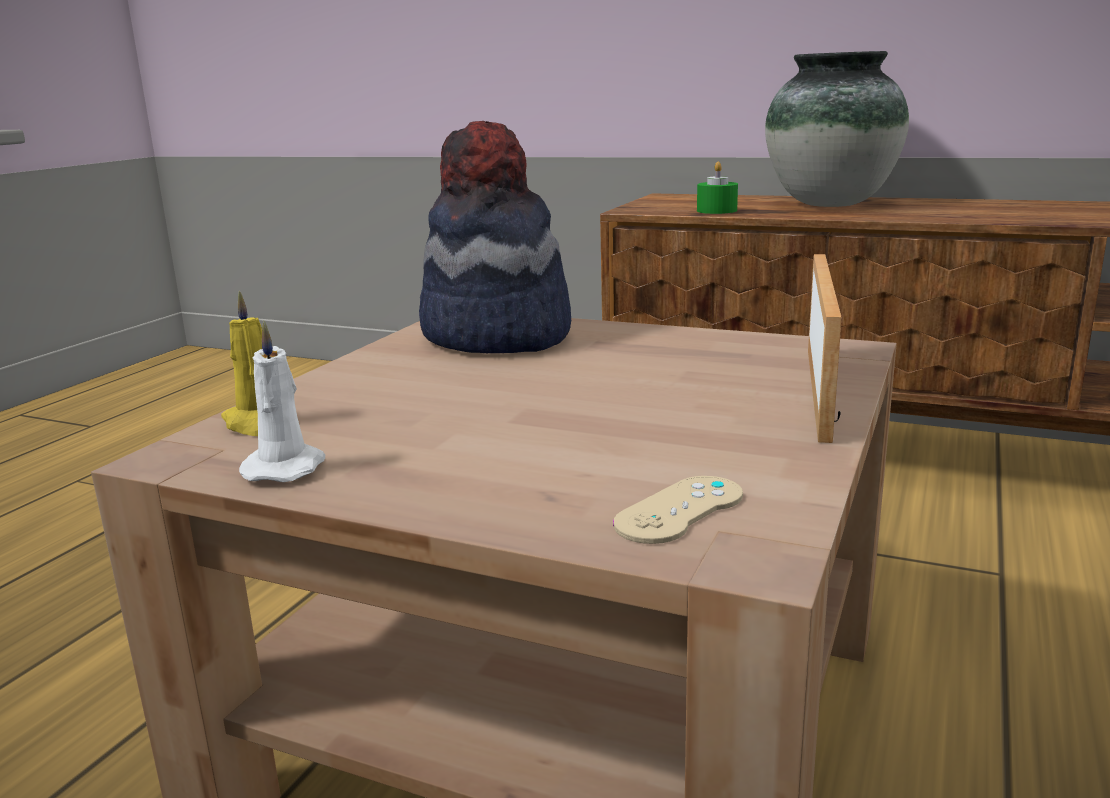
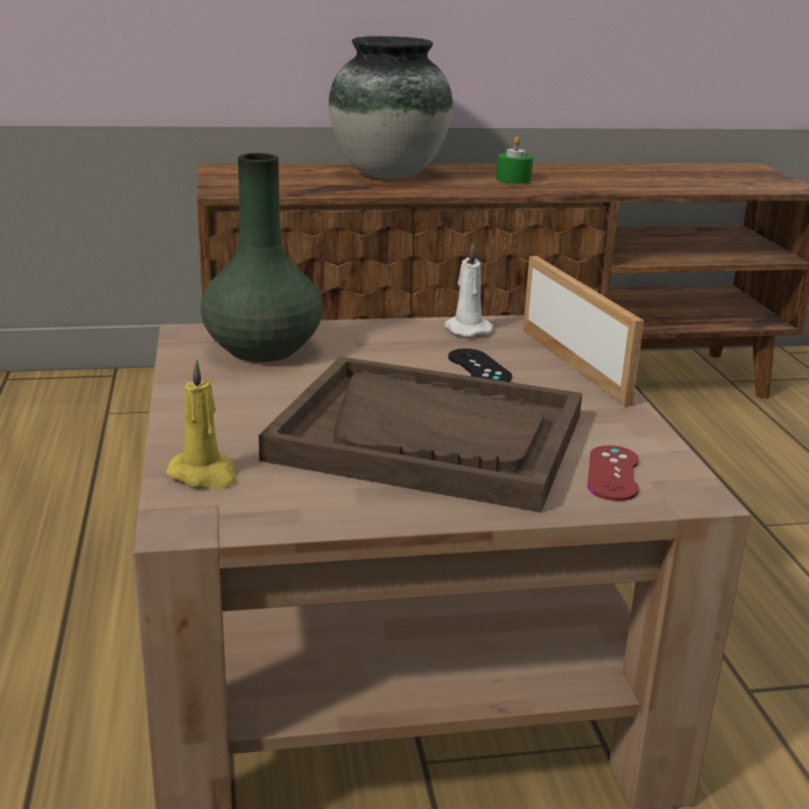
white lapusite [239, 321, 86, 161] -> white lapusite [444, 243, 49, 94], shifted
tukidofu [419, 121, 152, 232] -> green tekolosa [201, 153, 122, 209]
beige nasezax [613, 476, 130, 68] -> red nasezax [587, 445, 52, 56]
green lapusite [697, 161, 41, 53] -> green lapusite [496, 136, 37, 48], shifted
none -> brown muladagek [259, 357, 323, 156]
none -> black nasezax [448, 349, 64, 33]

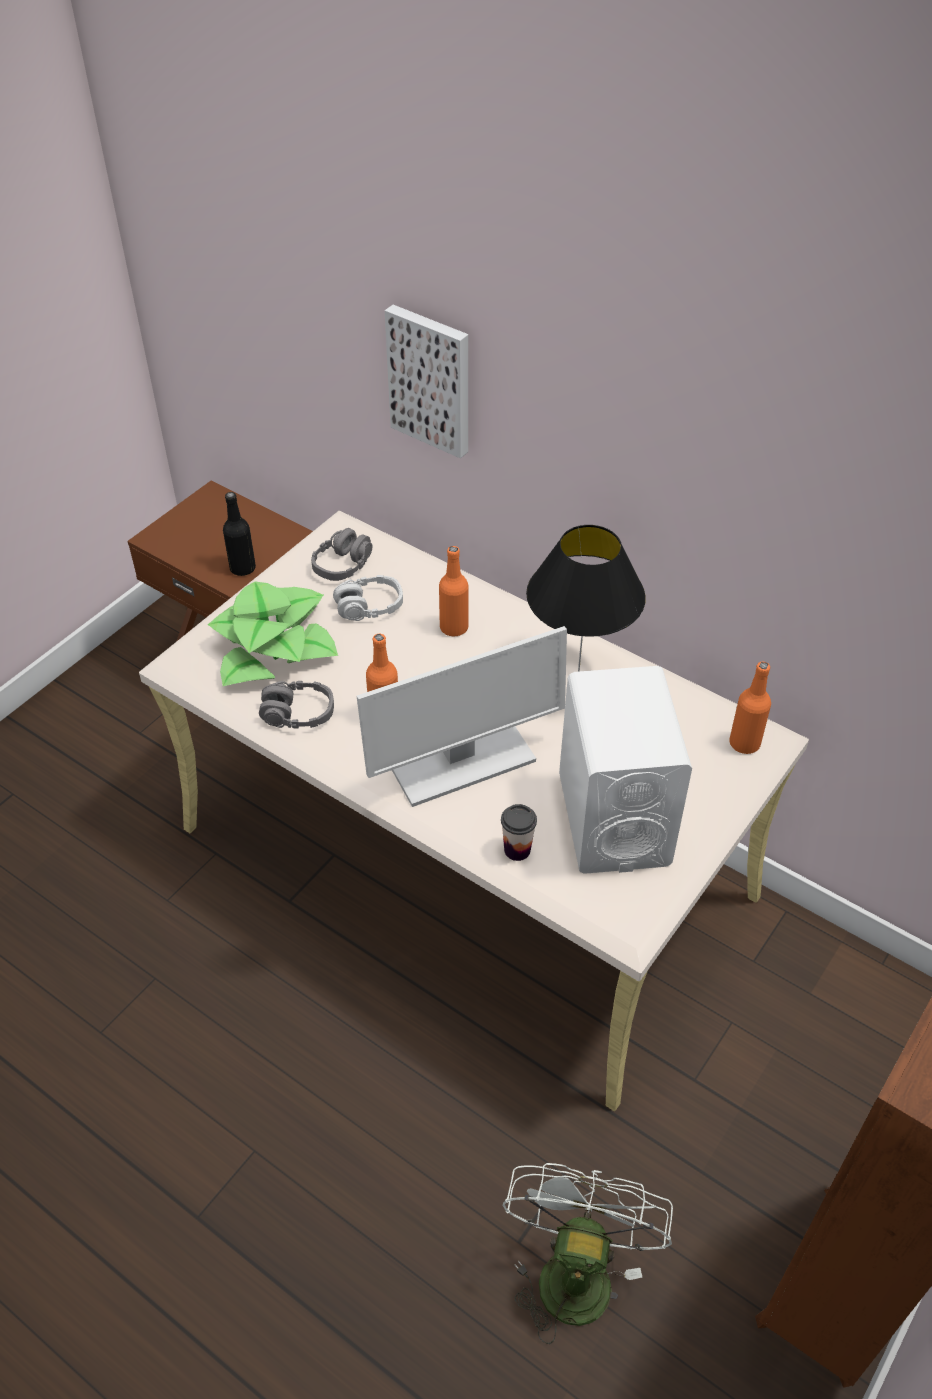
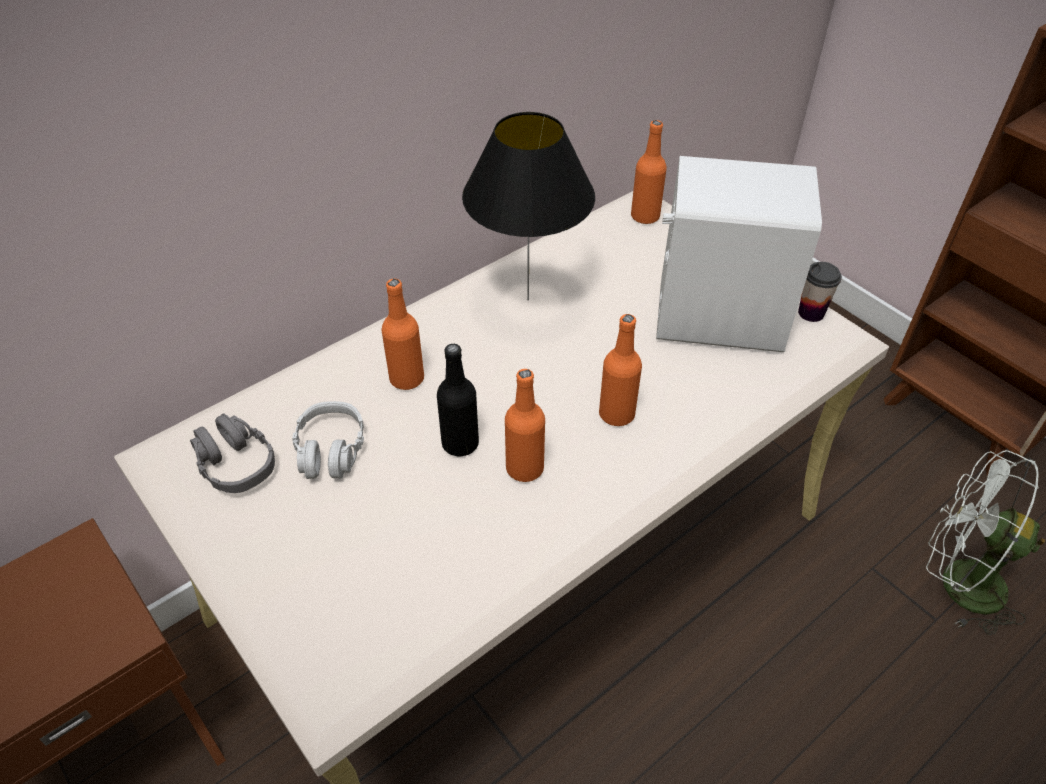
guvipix [208, 582, 130, 104] -> none
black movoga [223, 492, 33, 84] -> black movoga [437, 344, 42, 112], shifted
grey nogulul [259, 681, 75, 48] -> none
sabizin [357, 626, 210, 181] -> orange movoga [599, 314, 43, 112]
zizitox [385, 305, 83, 154] -> none
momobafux [501, 804, 36, 57] -> momobafux [798, 262, 44, 60], shifted

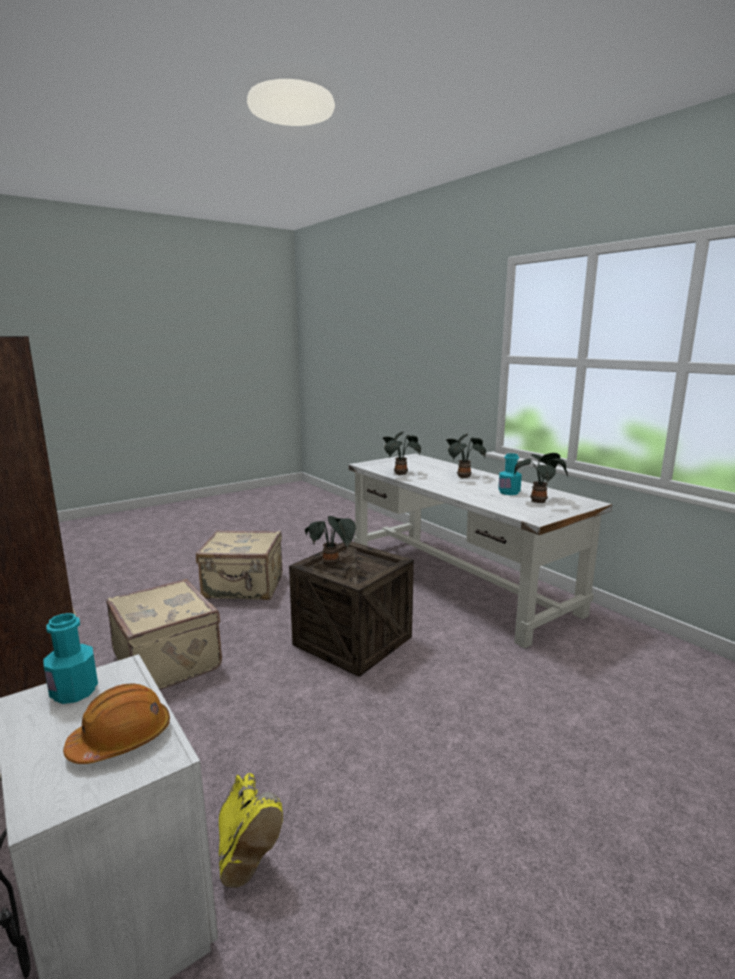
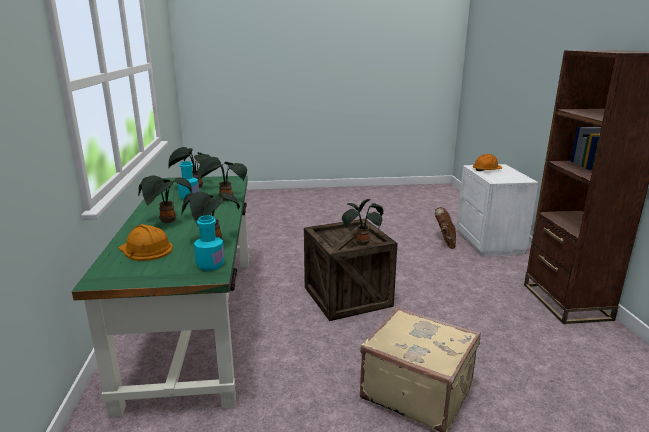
turquoise movoga [44, 613, 54, 91] -> turquoise movoga [194, 215, 31, 56], shifted
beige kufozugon [106, 579, 116, 111] -> none
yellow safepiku [219, 773, 64, 115] -> brown safepiku [435, 207, 21, 42]
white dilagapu [349, 454, 263, 195] -> green dilagapu [72, 176, 177, 242]
none -> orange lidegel [119, 224, 54, 37]
none -> guvipix [198, 157, 49, 44]

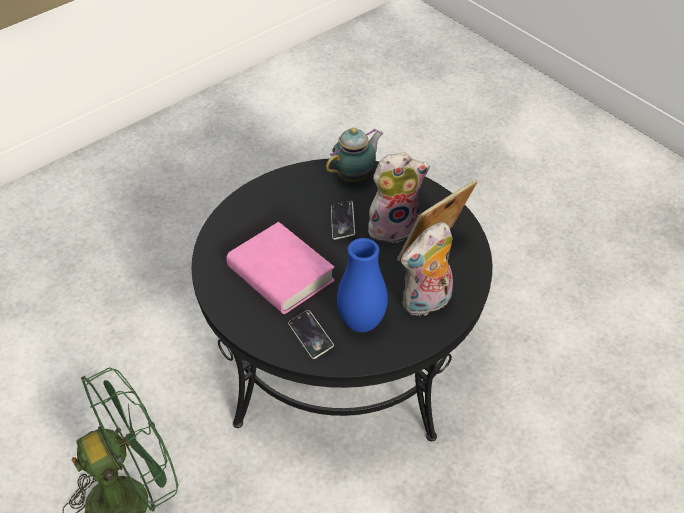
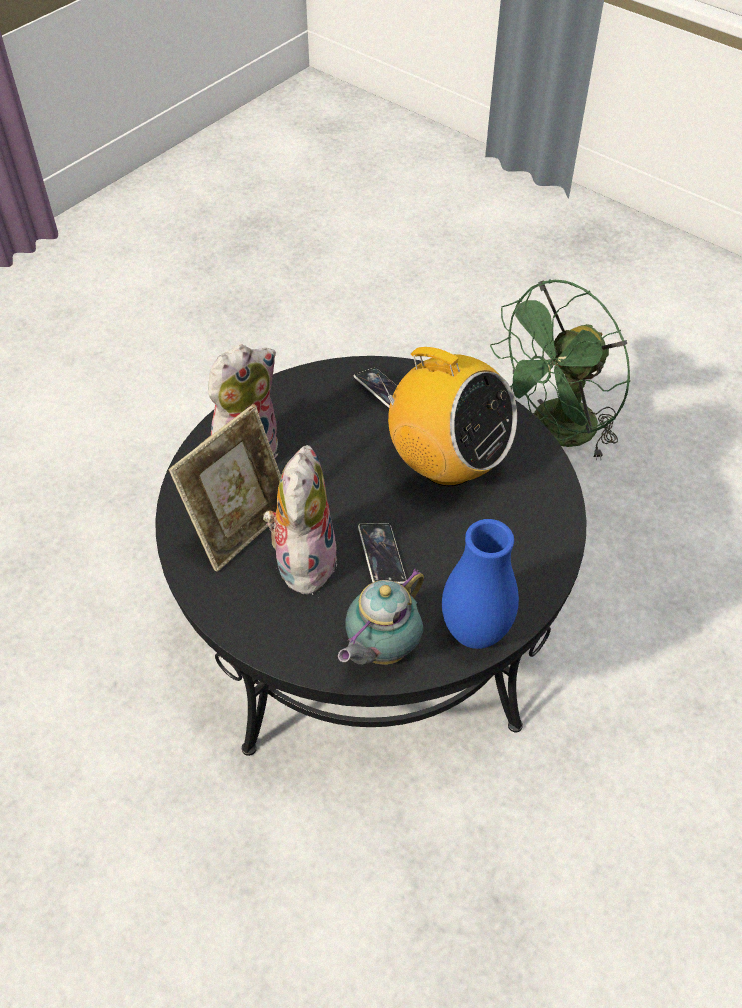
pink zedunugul [226, 222, 109, 92] -> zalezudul [377, 347, 140, 139]
blue tekolosa [337, 238, 51, 94] -> blue tekolosa [442, 519, 77, 130], shifted
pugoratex [368, 152, 62, 91] -> pugoratex [263, 445, 74, 153], 120 degrees clockwise

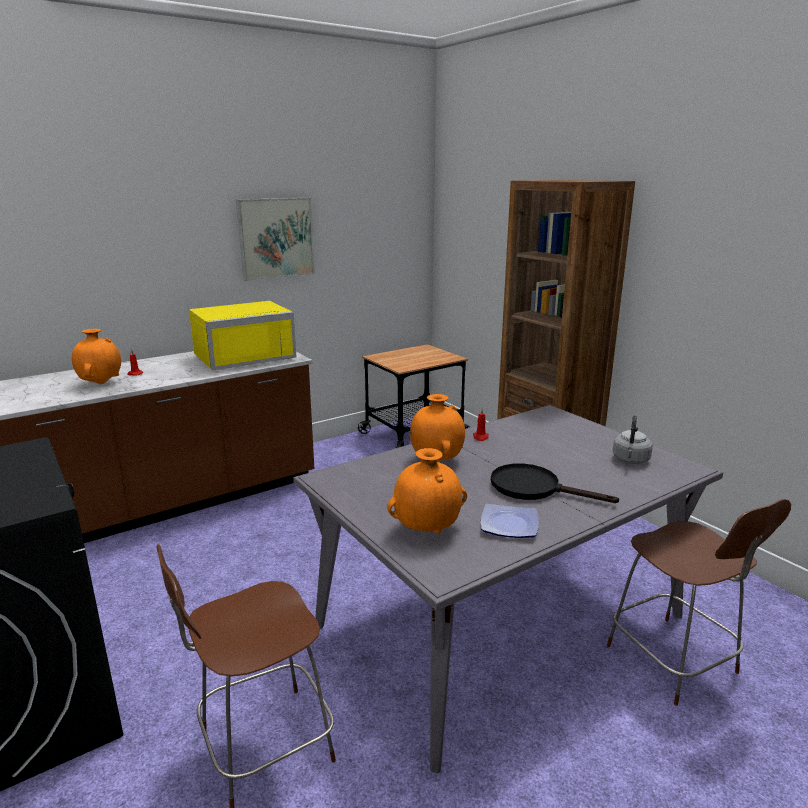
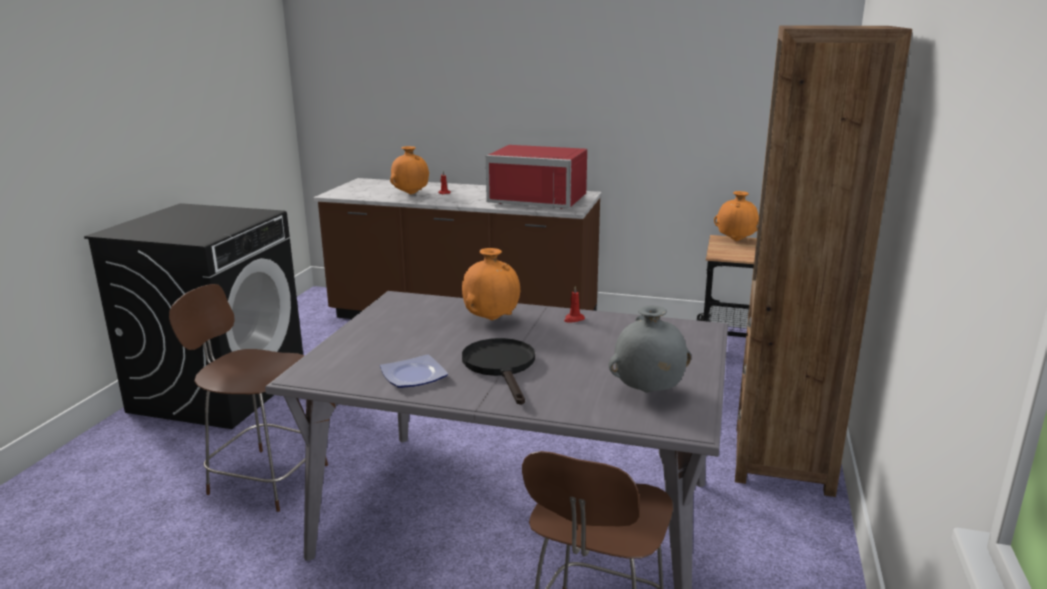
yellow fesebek [189, 301, 107, 69] -> red fesebek [486, 145, 101, 64]
zizitox [236, 198, 79, 83] -> none
orange tekolosa [387, 448, 80, 85] -> orange tekolosa [714, 191, 45, 50], shifted
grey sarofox [613, 415, 40, 49] -> grey tekolosa [609, 305, 82, 88]

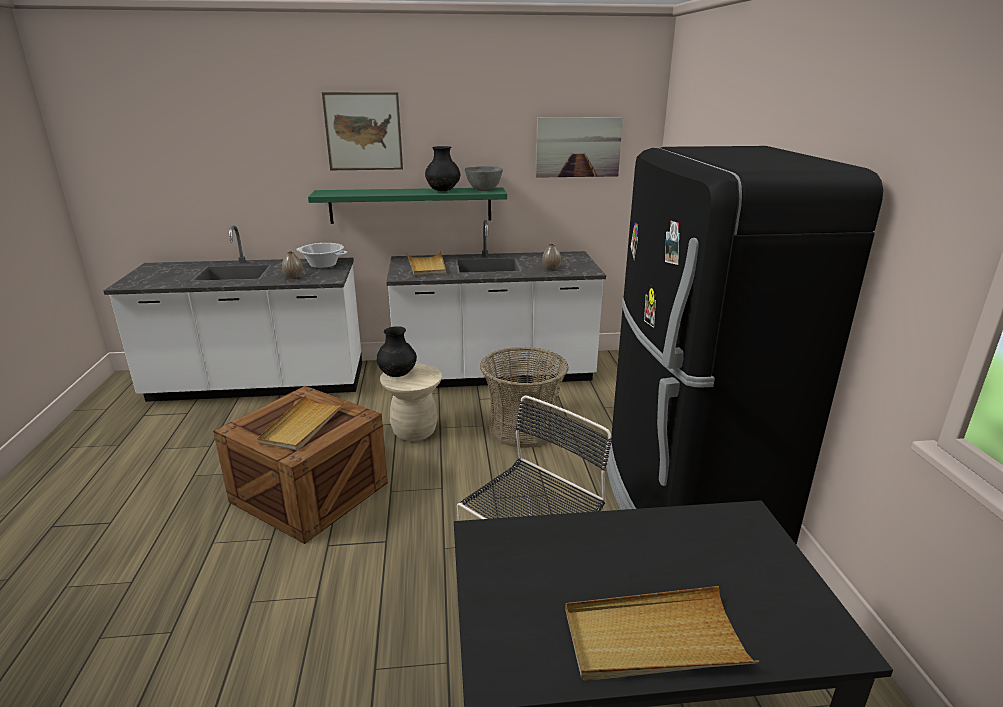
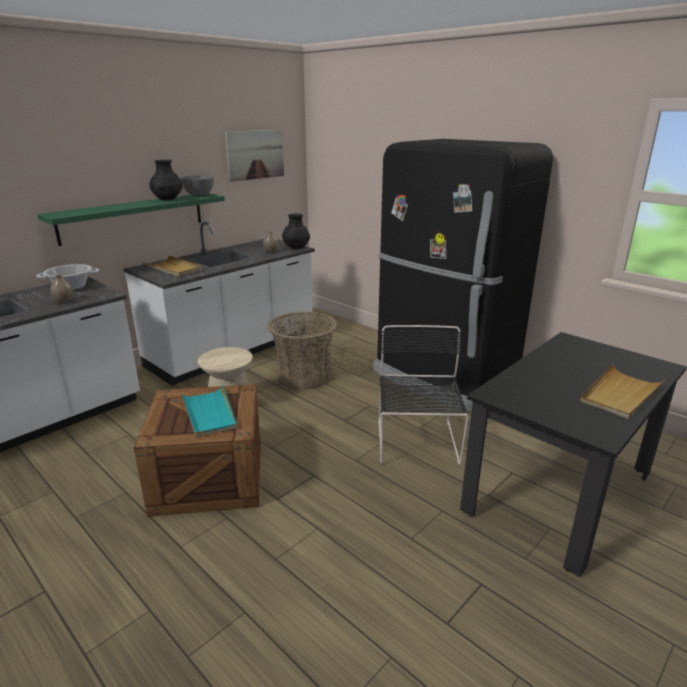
beige muladagek [257, 395, 89, 56] -> turquoise muladagek [180, 385, 57, 52]
zizitox [322, 92, 81, 78] -> none
black tekolosa [376, 326, 41, 51] -> black tekolosa [282, 213, 28, 36], shifted

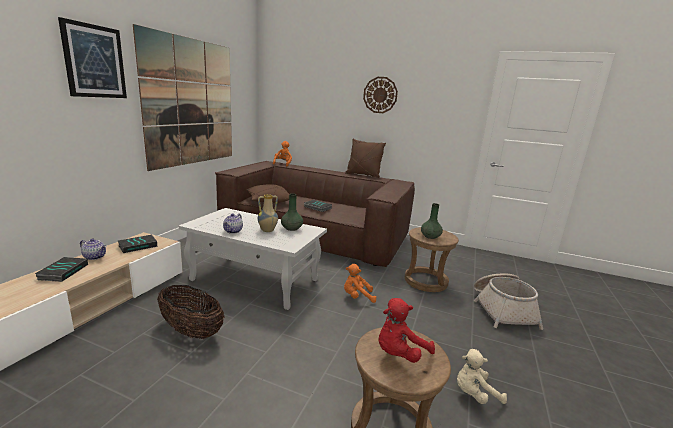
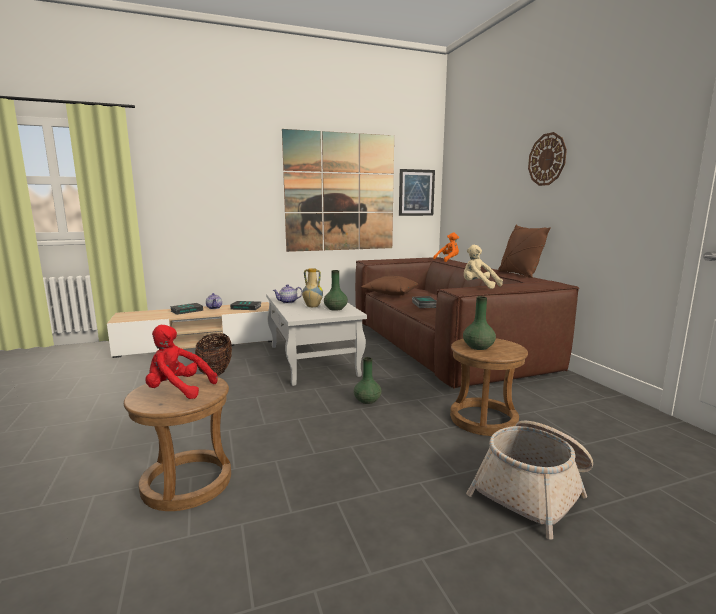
zizitox [58, 17, 69, 81] -> zizitox [399, 169, 36, 47], shifted
orange pugoratex [344, 264, 33, 39] -> green tekolosa [354, 357, 28, 47]
beige pugoratex [457, 349, 50, 55] -> beige pugoratex [464, 245, 39, 44], shifted

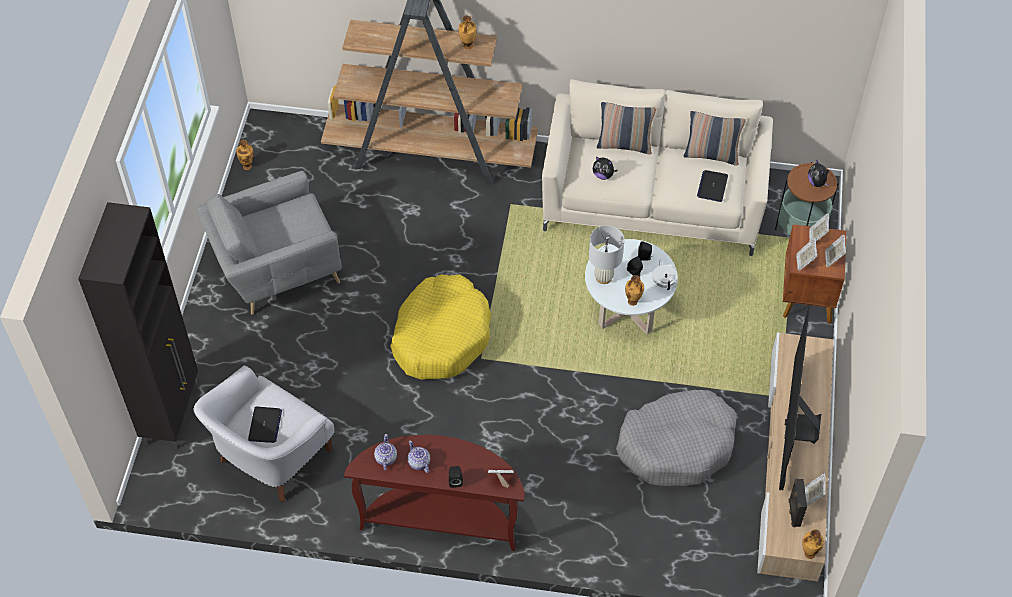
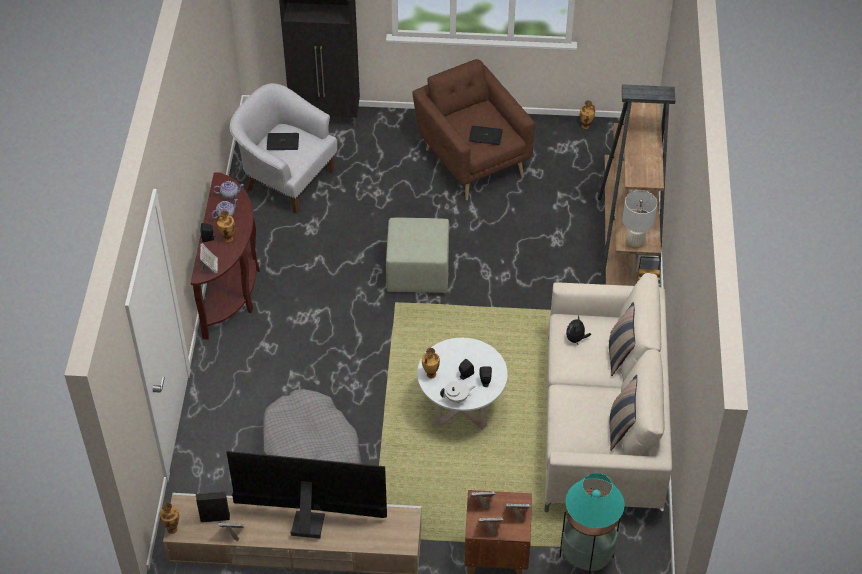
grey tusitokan [196, 171, 146, 144] -> brown tusitokan [412, 59, 123, 142]
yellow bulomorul [391, 274, 100, 106] -> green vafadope [386, 218, 64, 75]
tekolosa [458, 15, 19, 34] -> tekolosa [217, 210, 18, 32], shifted
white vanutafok [589, 225, 35, 59] -> white vanutafok [622, 190, 35, 59], shifted
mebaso [697, 170, 31, 32] -> mebaso [469, 126, 34, 19], shifted
pugoratex [808, 159, 21, 28] -> turquoise vanutafok [566, 473, 59, 55]

